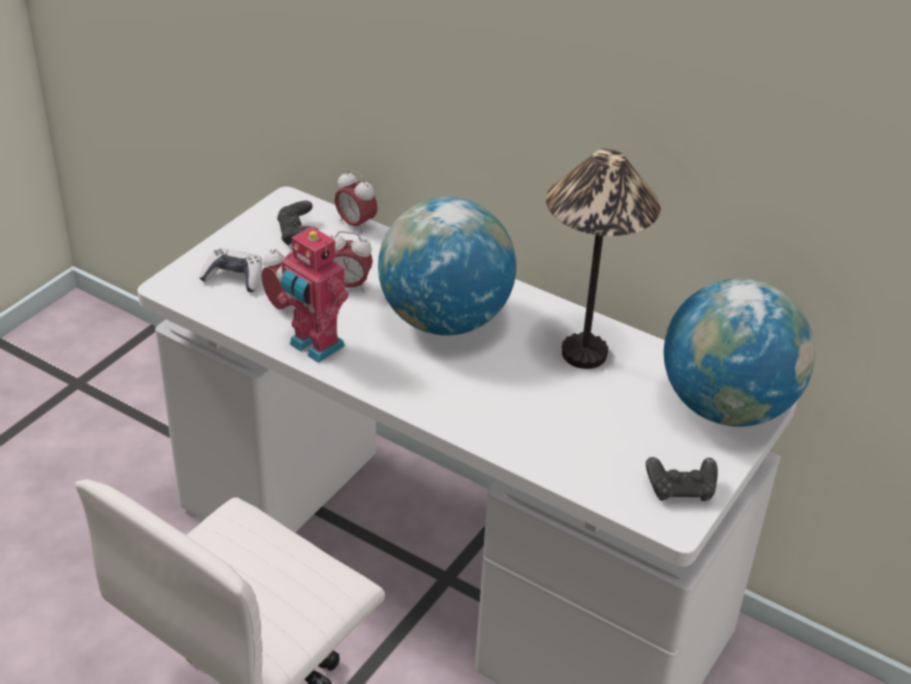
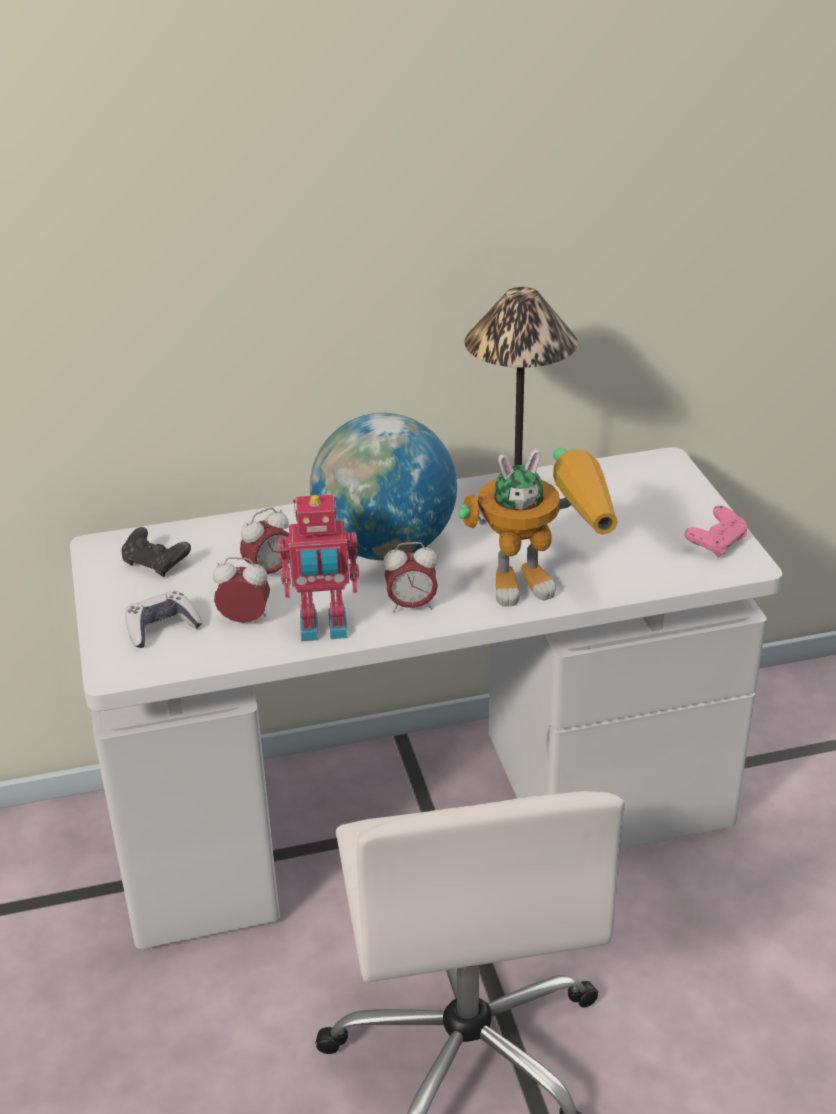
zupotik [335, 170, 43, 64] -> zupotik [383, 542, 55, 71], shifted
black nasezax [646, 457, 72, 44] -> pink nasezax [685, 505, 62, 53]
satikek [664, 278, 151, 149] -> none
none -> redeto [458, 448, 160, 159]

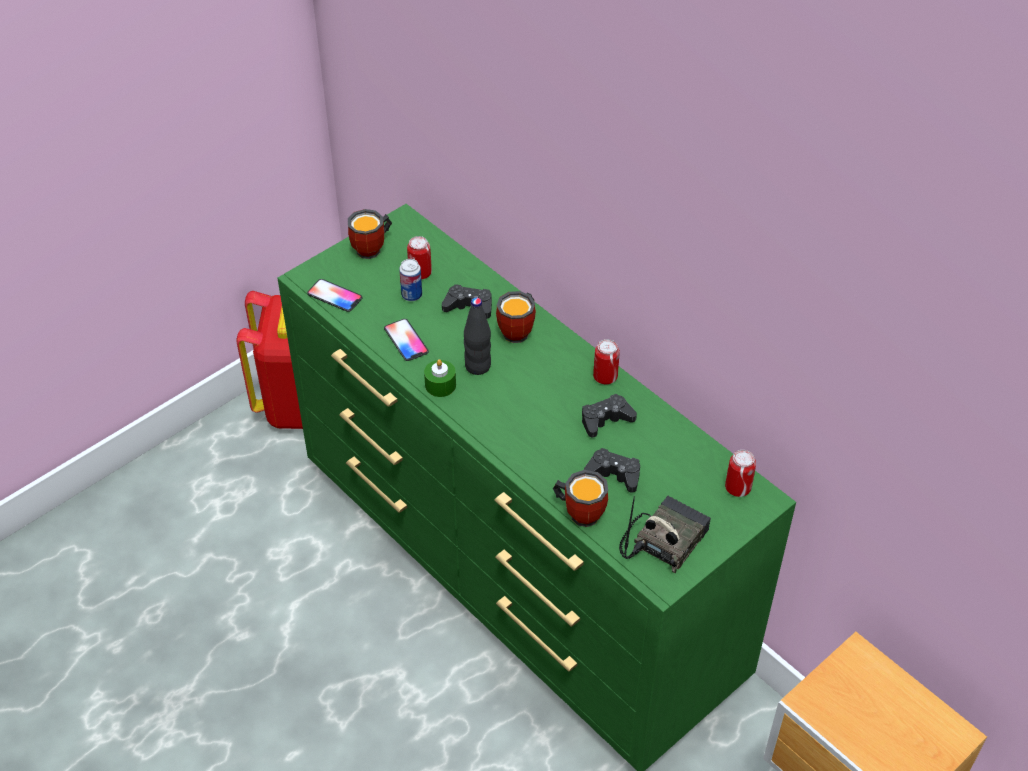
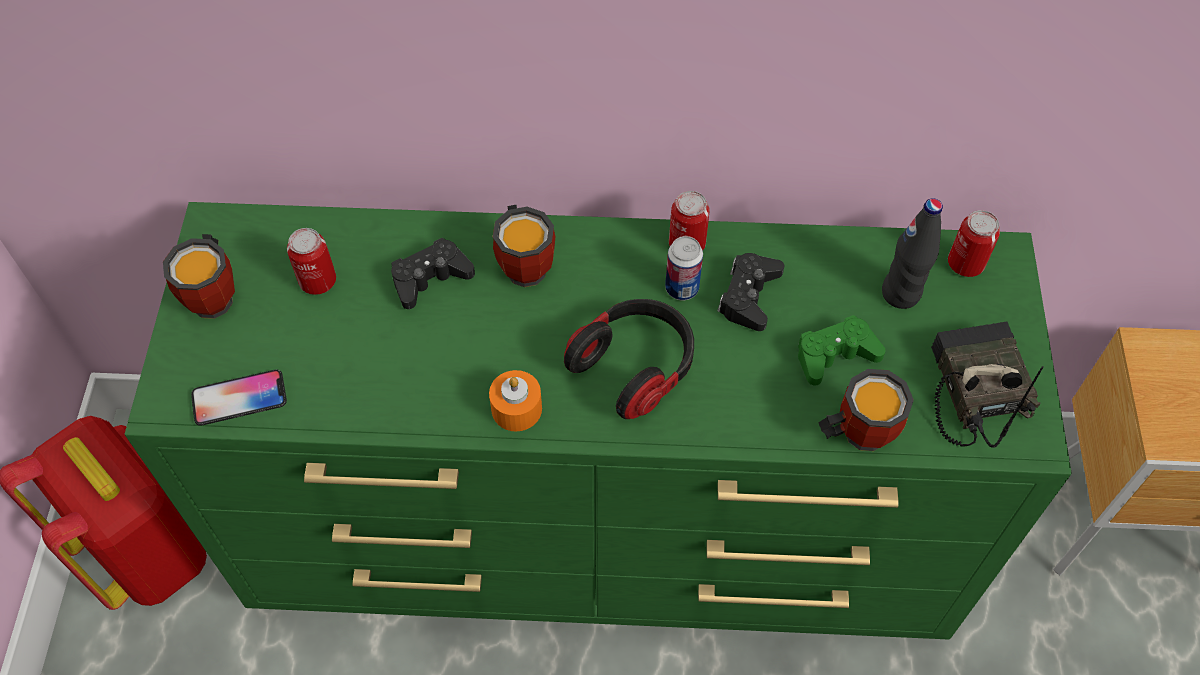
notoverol [384, 319, 45, 42] -> none
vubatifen [399, 259, 23, 42] -> vubatifen [665, 236, 38, 64], shifted
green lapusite [424, 359, 32, 38] -> orange lapusite [489, 370, 53, 61]
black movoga [464, 298, 27, 77] -> black movoga [882, 198, 61, 111], shifted
black nasezax [584, 448, 56, 45] -> green nasezax [798, 315, 88, 70]
none -> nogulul [564, 299, 130, 120]

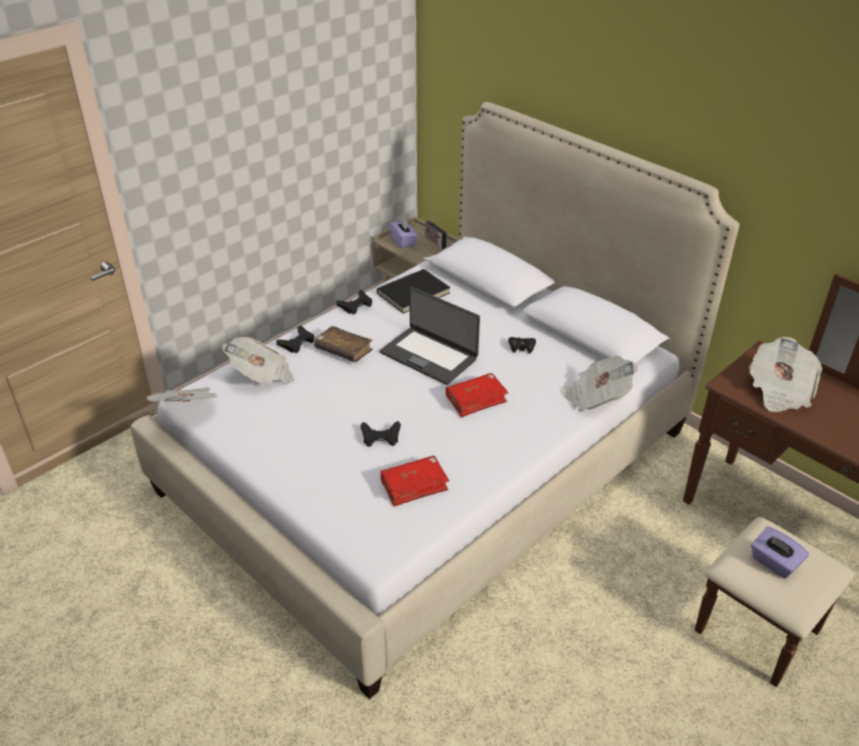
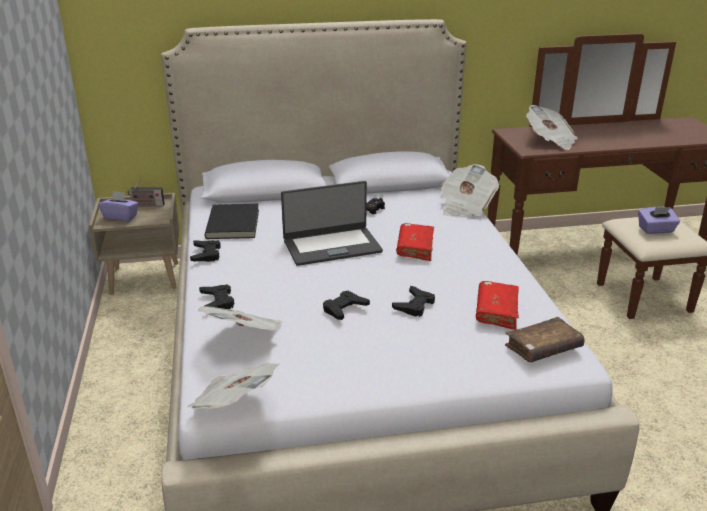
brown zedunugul [314, 326, 59, 36] -> brown zedunugul [505, 317, 80, 45], shifted
none -> black nasezax [323, 291, 47, 29]

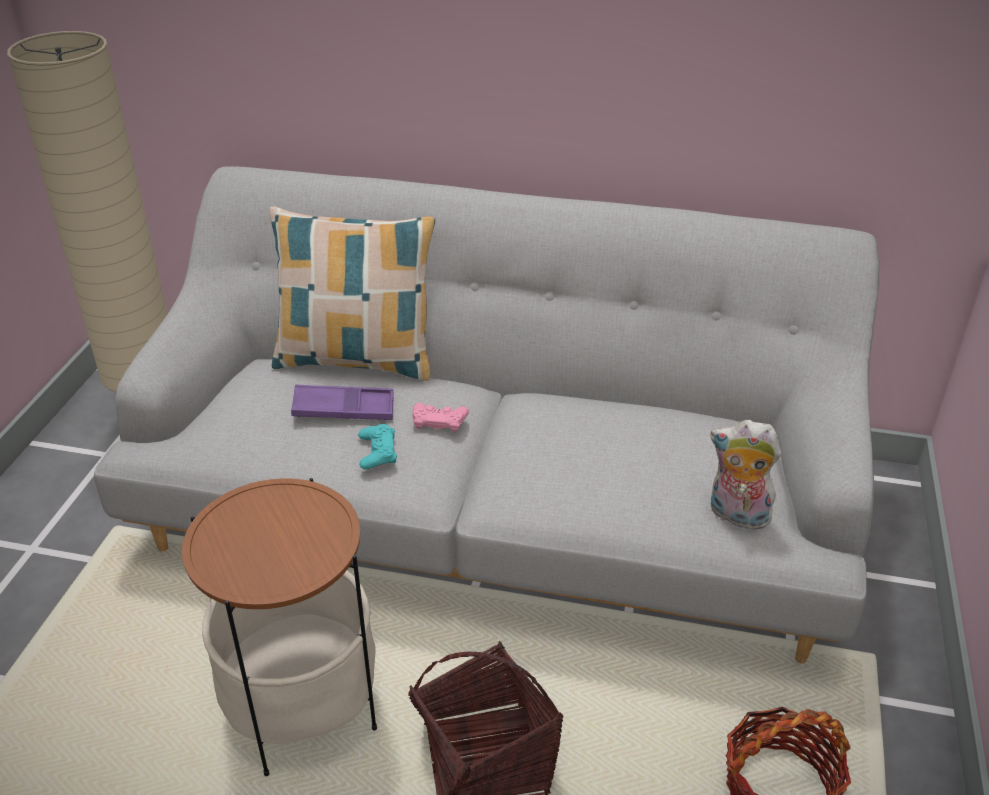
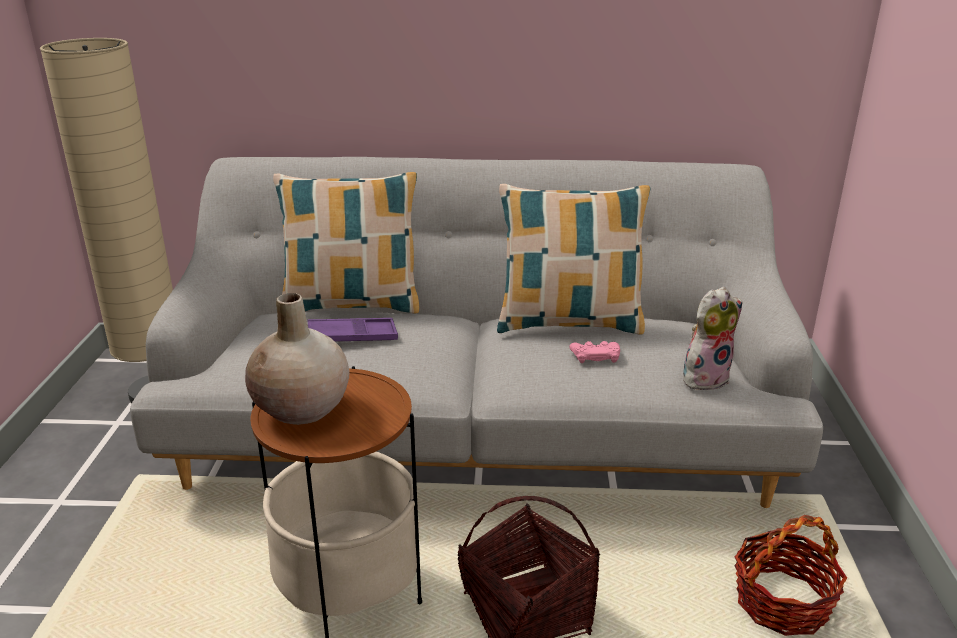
turquoise nasezax [358, 424, 39, 45] -> none
pink nasezax [412, 403, 57, 29] -> pink nasezax [569, 341, 51, 22], shifted
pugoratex [710, 420, 71, 110] -> pugoratex [683, 287, 60, 103], 135 degrees clockwise
none -> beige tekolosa [245, 293, 105, 132]
none -> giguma [497, 184, 153, 151]

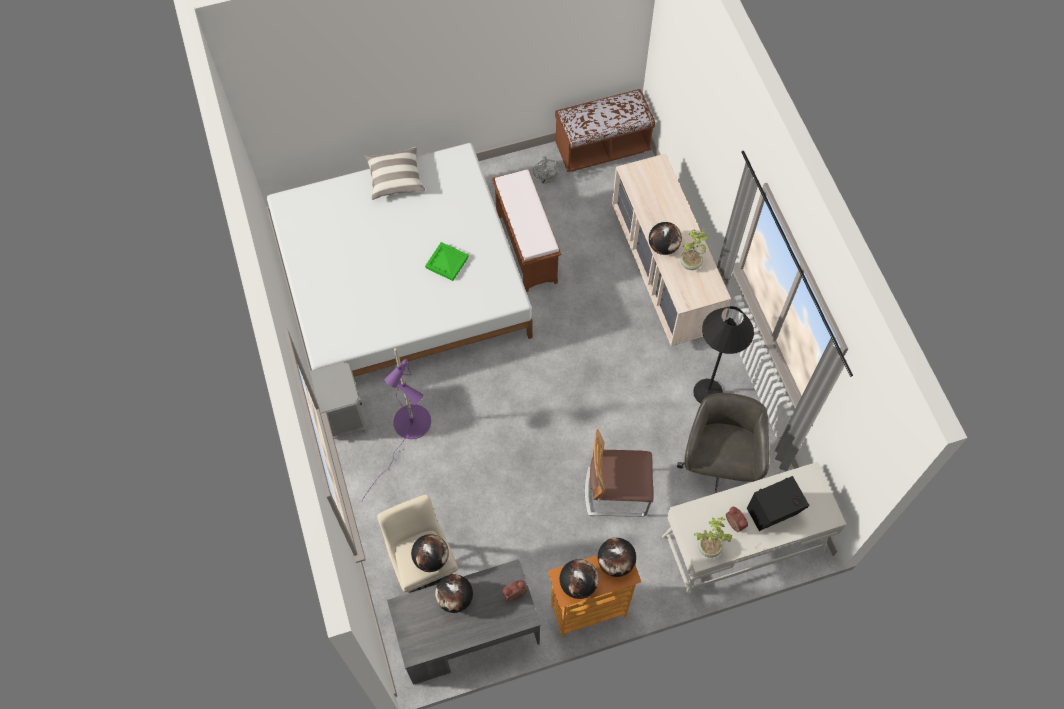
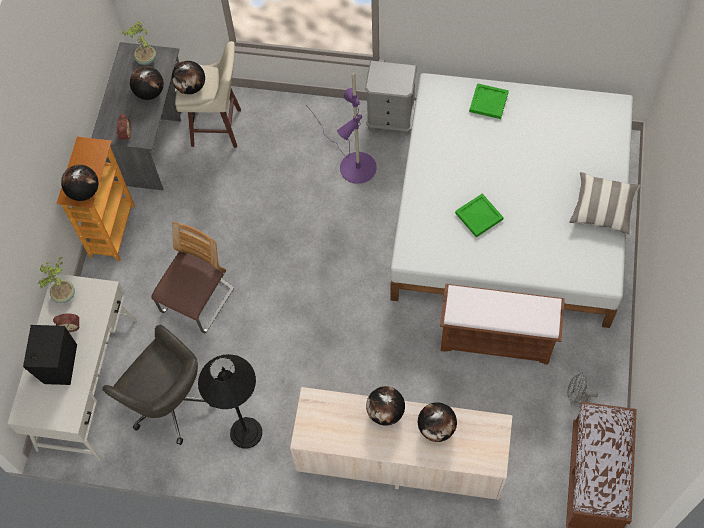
satikek [560, 559, 39, 40] -> satikek [418, 402, 39, 40], shifted
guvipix [680, 227, 29, 43] -> guvipix [122, 21, 34, 44], shifted
none -> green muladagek [469, 83, 40, 36]

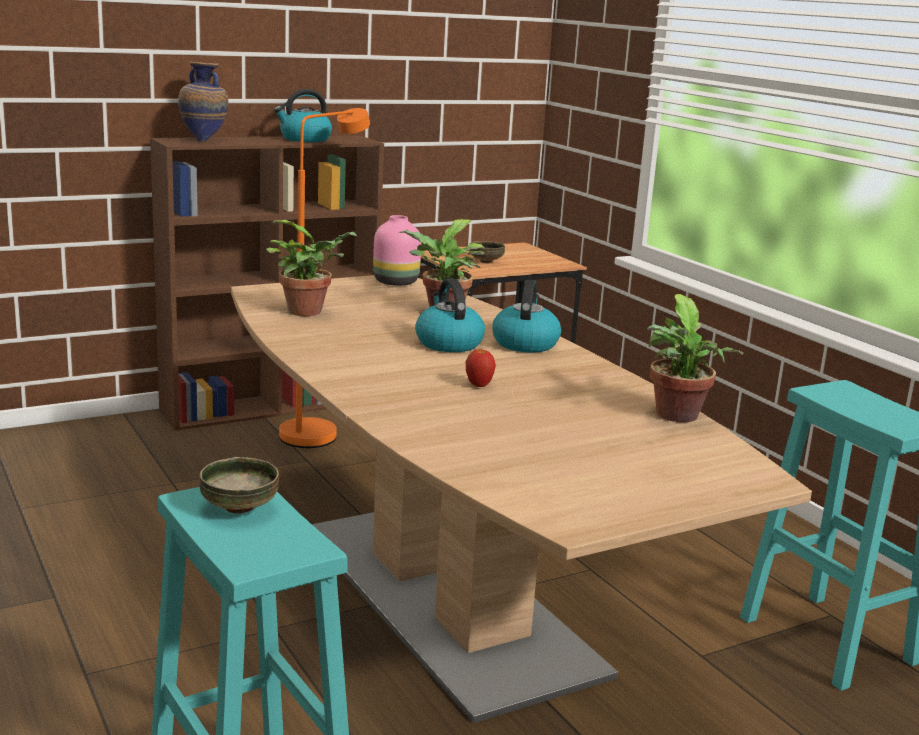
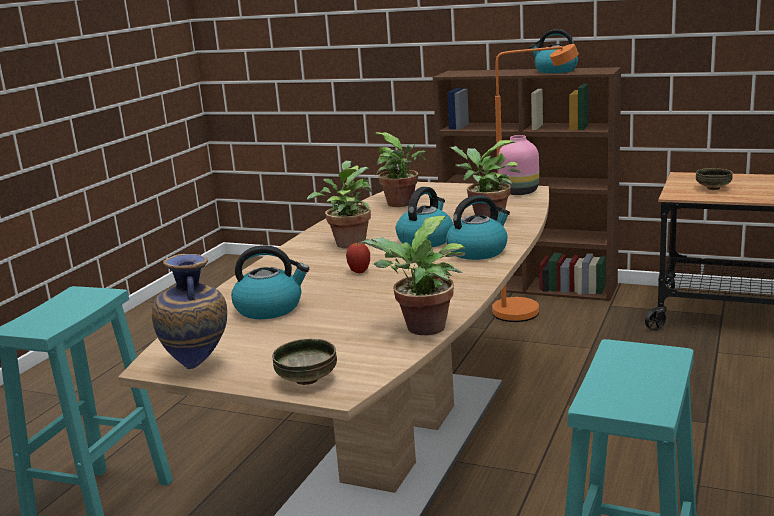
tekolosa [178, 62, 50, 79] -> tekolosa [152, 254, 75, 115], shifted
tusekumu [200, 457, 79, 57] -> tusekumu [272, 339, 65, 46], shifted
none -> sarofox [231, 245, 78, 74]
none -> guvipix [307, 161, 66, 88]

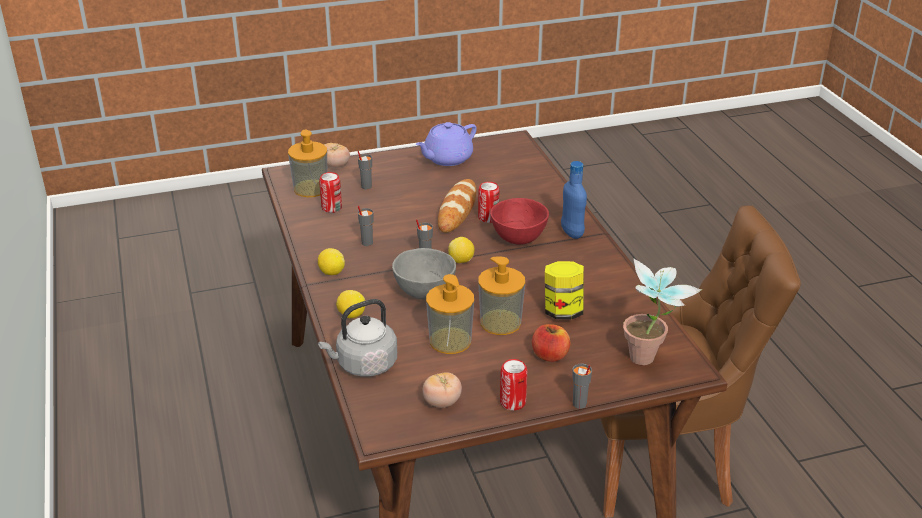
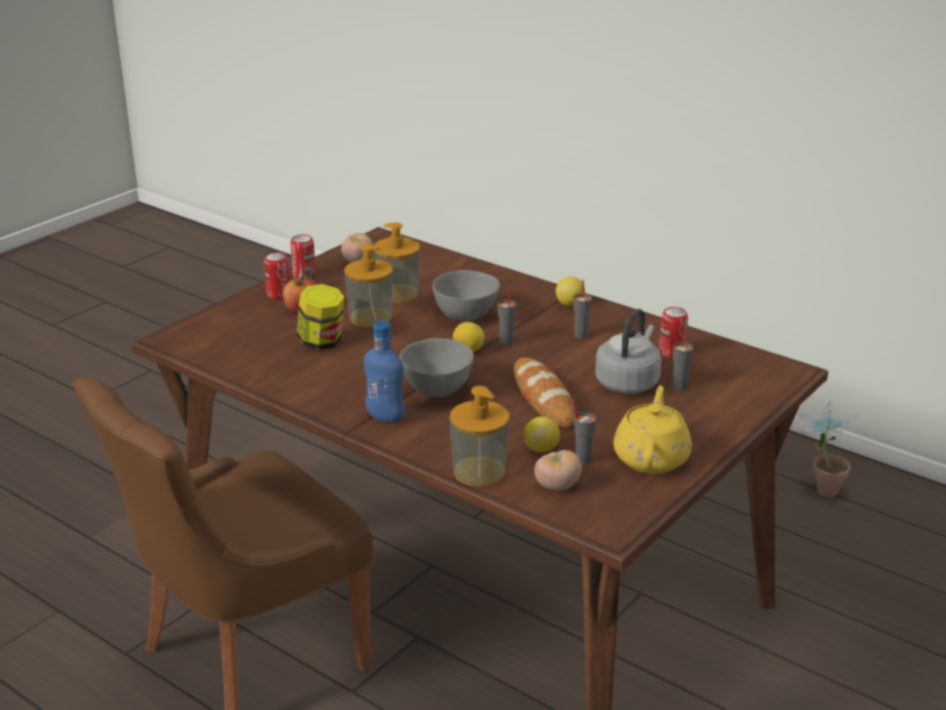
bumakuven [288, 129, 39, 68] -> bumakuven [450, 386, 59, 100], shifted
grey sarofox [318, 299, 79, 78] -> grey sarofox [595, 309, 67, 85], shifted
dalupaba [325, 143, 25, 25] -> dalupaba [534, 450, 48, 41], shifted
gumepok [336, 290, 29, 28] -> gumepok [524, 417, 36, 36], shifted
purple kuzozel [416, 122, 61, 44] -> yellow kuzozel [613, 385, 79, 89]
vubatifen [478, 182, 21, 41] -> vubatifen [264, 252, 25, 48], shifted
red tusekumu [490, 198, 59, 47] -> grey tusekumu [399, 338, 75, 60]
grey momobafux [572, 364, 20, 45] -> grey momobafux [573, 400, 23, 65], shifted
guvipix [623, 259, 79, 106] -> guvipix [797, 400, 62, 97], shifted

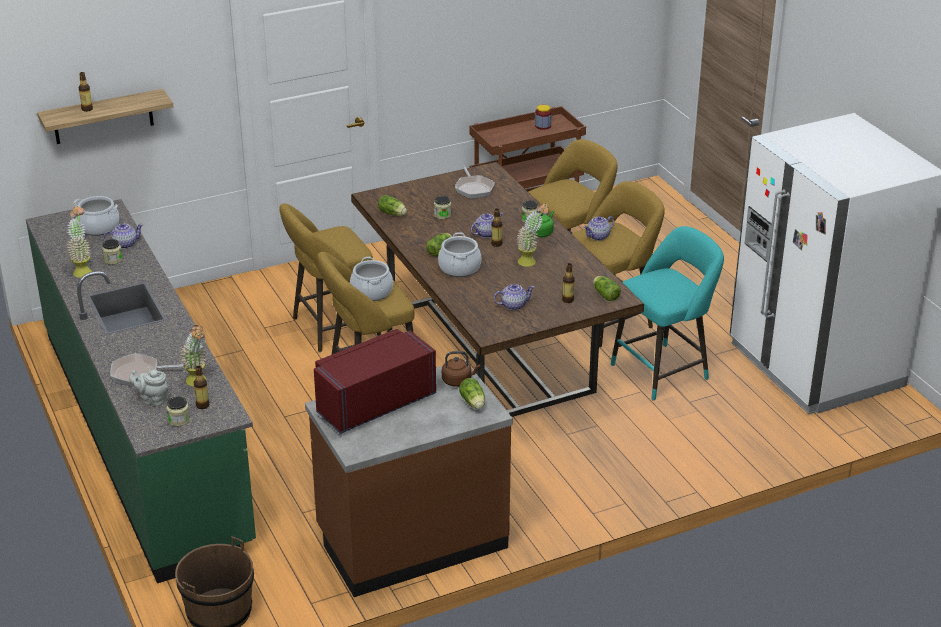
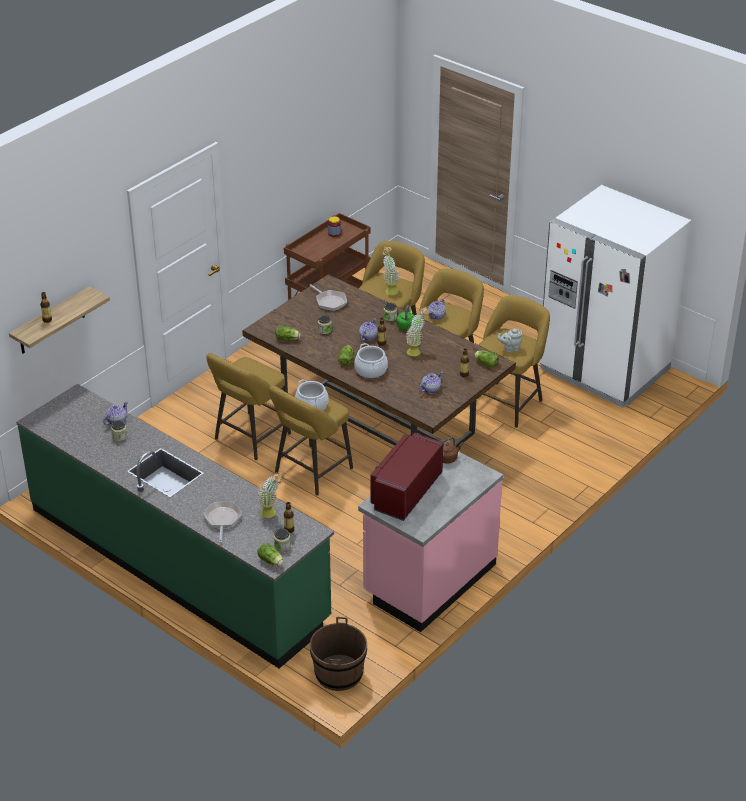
guvipix [67, 206, 25, 72] -> guvipix [383, 247, 17, 48], shifted
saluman [74, 196, 45, 40] -> none
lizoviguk [110, 353, 74, 33] -> lizoviguk [203, 501, 39, 42], 120 degrees clockwise
grey kuzozel [129, 370, 39, 36] -> grey kuzozel [497, 329, 25, 24], shifted
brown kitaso [305, 360, 208, 237] -> pink kitaso [358, 451, 145, 181]
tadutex [459, 378, 26, 31] -> tadutex [257, 543, 26, 23], shifted
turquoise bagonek [611, 226, 113, 175] -> yellow bagonek [479, 295, 71, 133]

